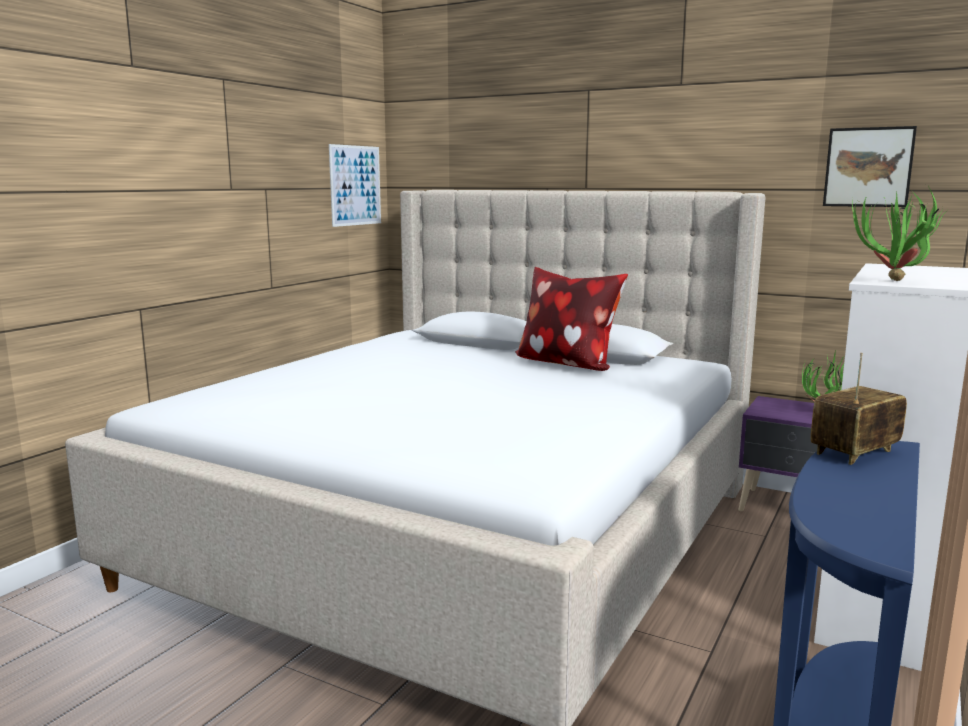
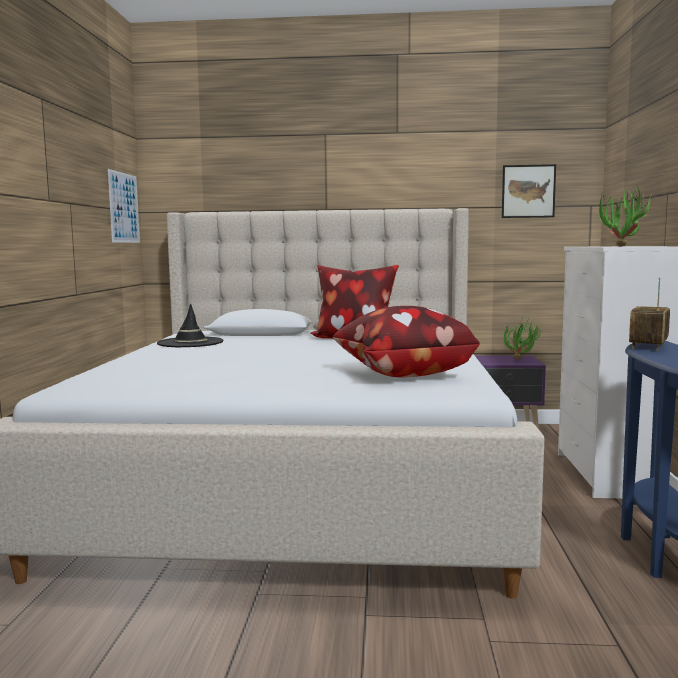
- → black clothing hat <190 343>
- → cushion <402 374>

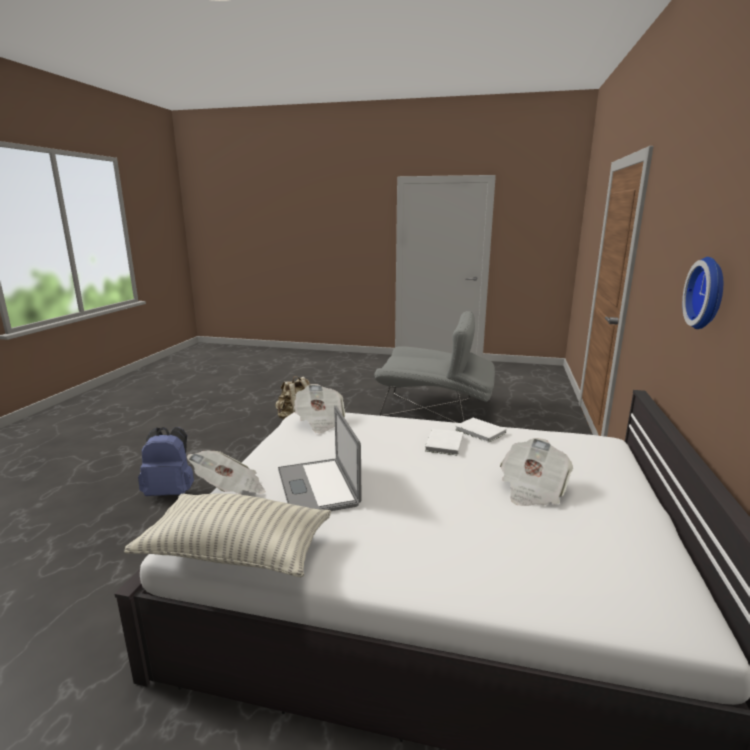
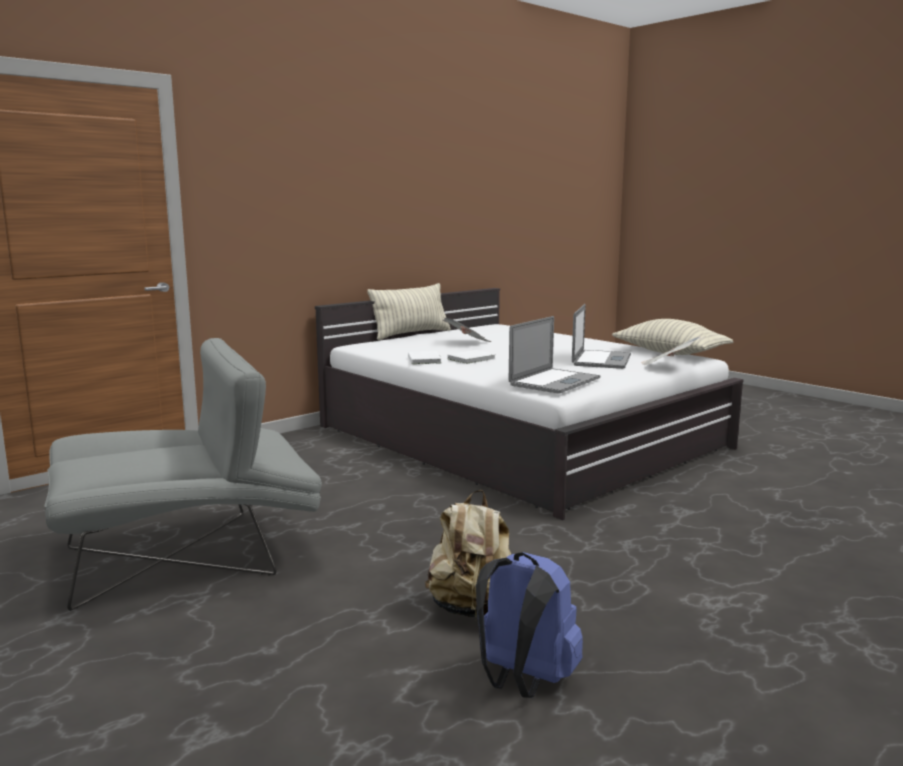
greyish easy chair <435 409> → greyish easy chair <189 555>, 105 degrees clockwise
- → cushion <411 334>
blue knapsack <171 492> → blue knapsack <523 681>, moved
newspaper <320 421> → laptop <554 381>
wall clock <709 293> → -

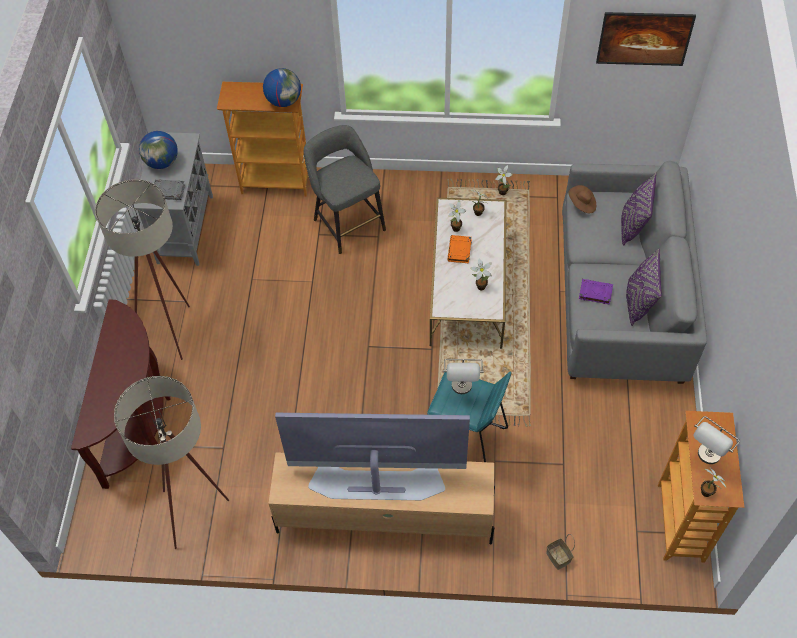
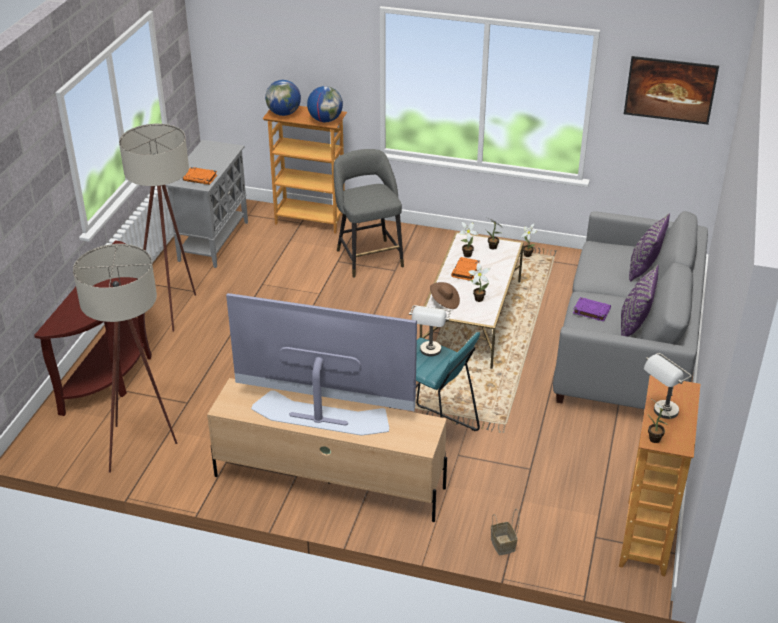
greyish volume <169 191> → orange volume <200 178>
desk globe <162 162> → desk globe <284 113>, moved
brown clothing hat <582 204> → brown clothing hat <444 302>, moved

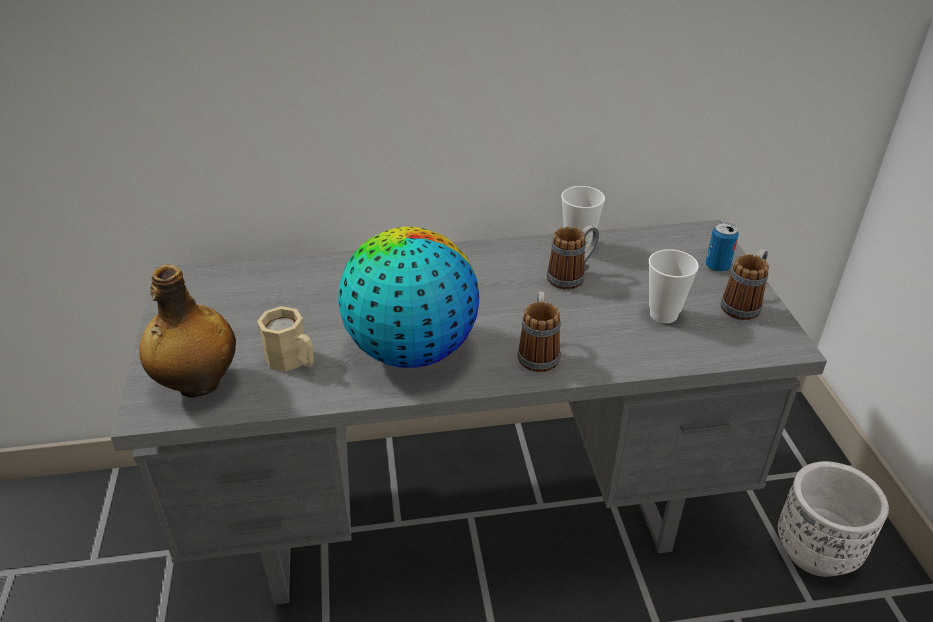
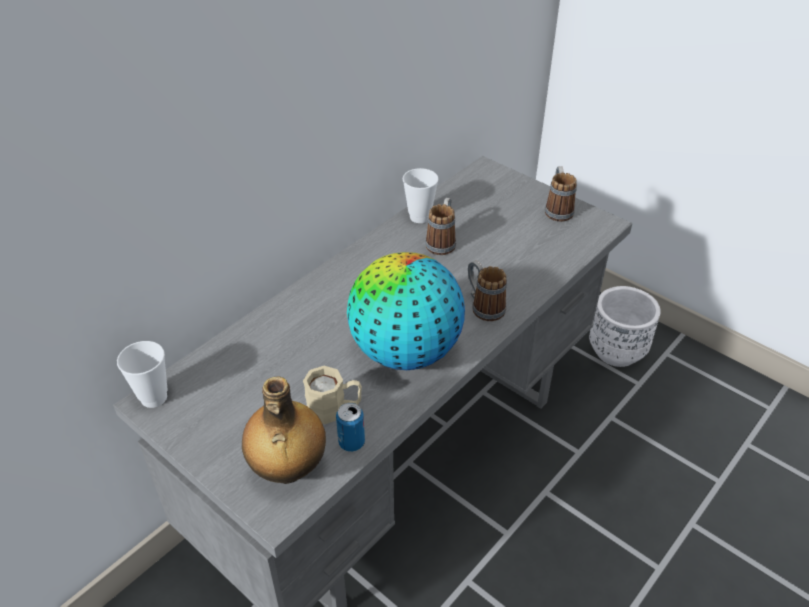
cup <663 314> → cup <154 397>, moved
metal can <717 267> → metal can <351 442>, moved

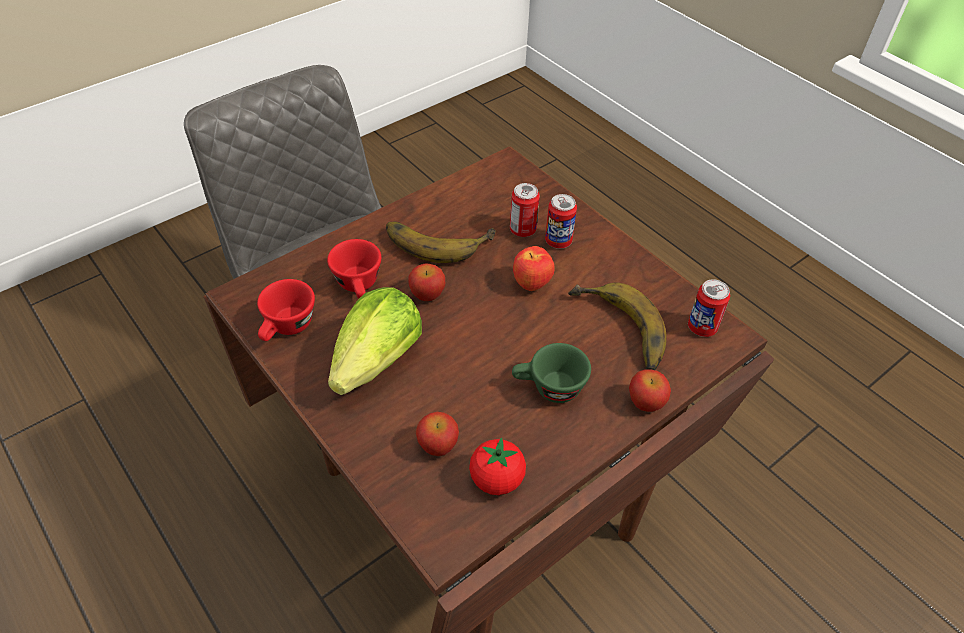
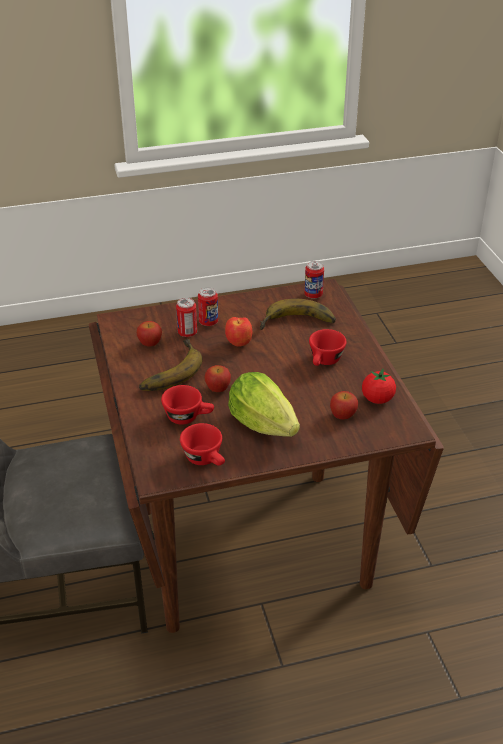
apple fruit <645 402> → apple fruit <150 343>, moved
green-coloured cup <548 388> → red cup <324 362>

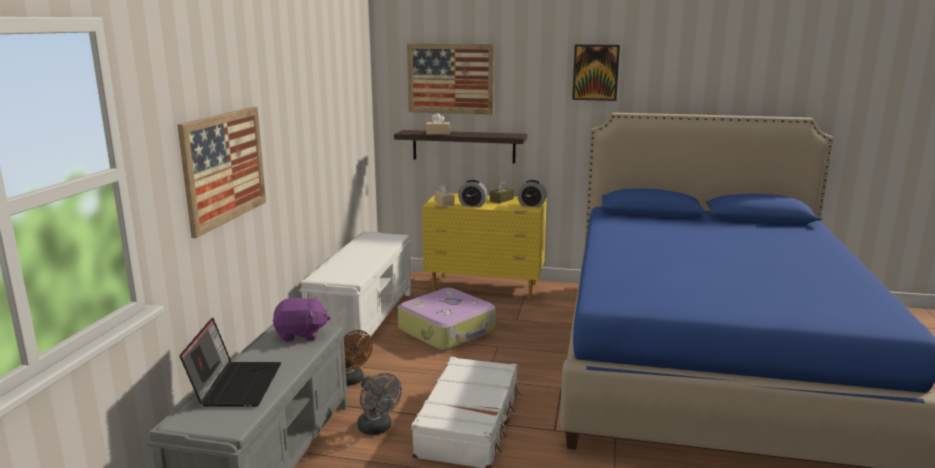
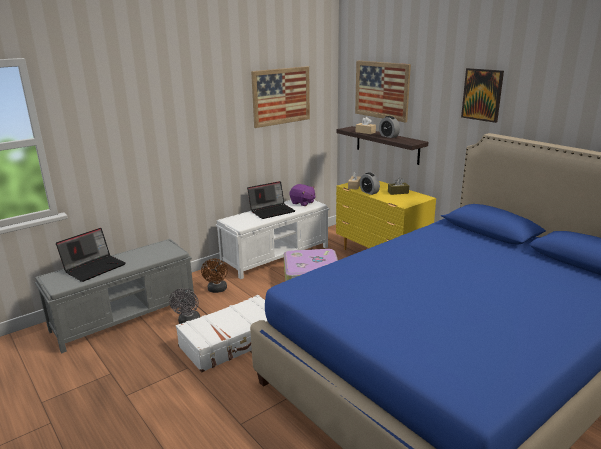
- → laptop <272 211>
wall art <224 167> → wall art <281 96>, moved
purple-coloured plush toy <301 334> → purple-coloured plush toy <302 203>, moved
alarm clock <531 205> → alarm clock <388 136>, moved

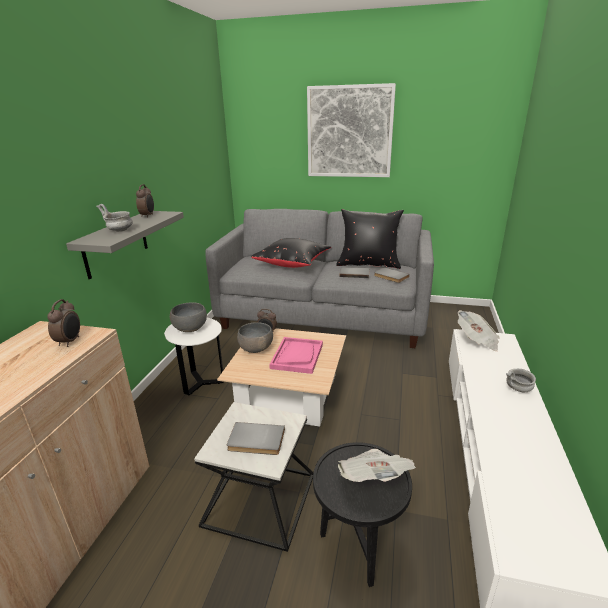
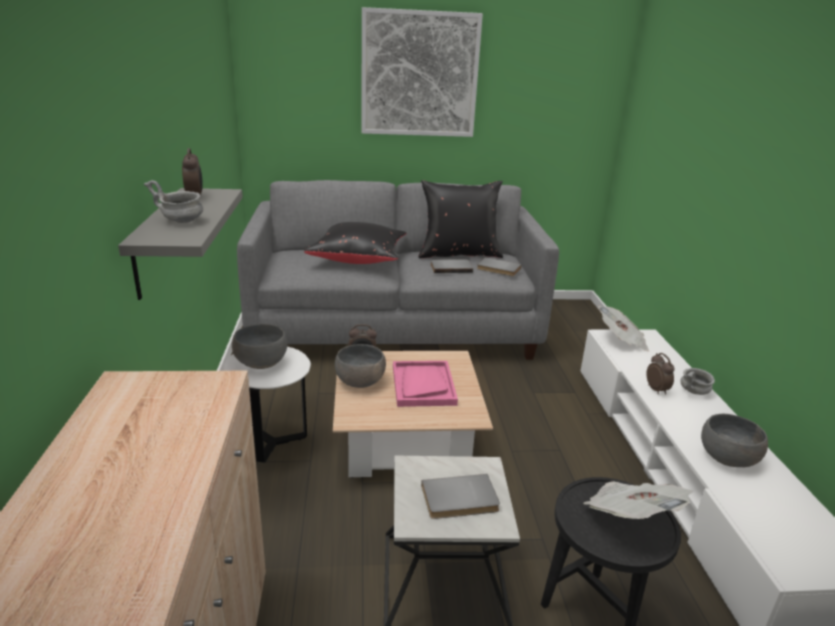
alarm clock <70 341> → alarm clock <657 390>, moved
- → greyish deep dish <728 458>

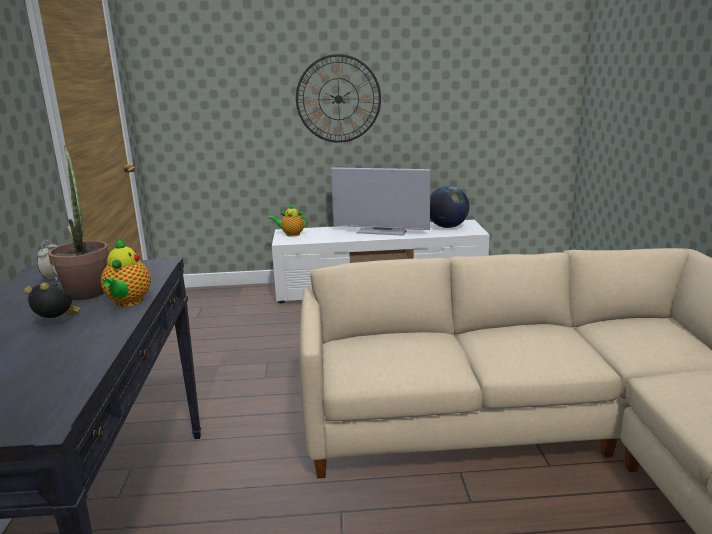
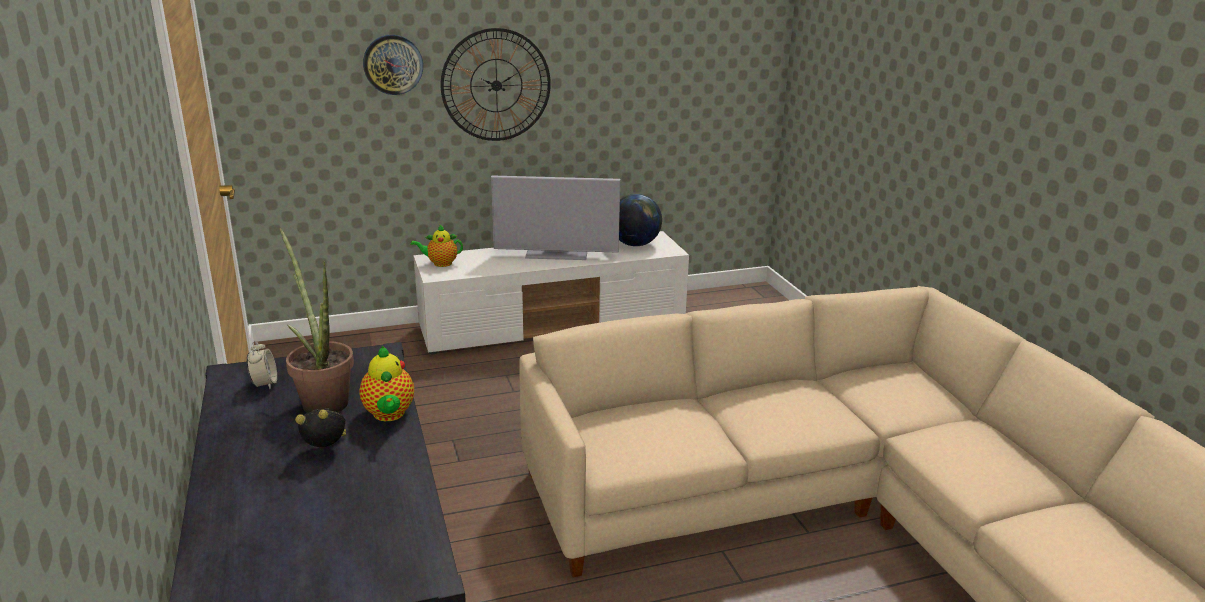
- → wall clock <393 64>

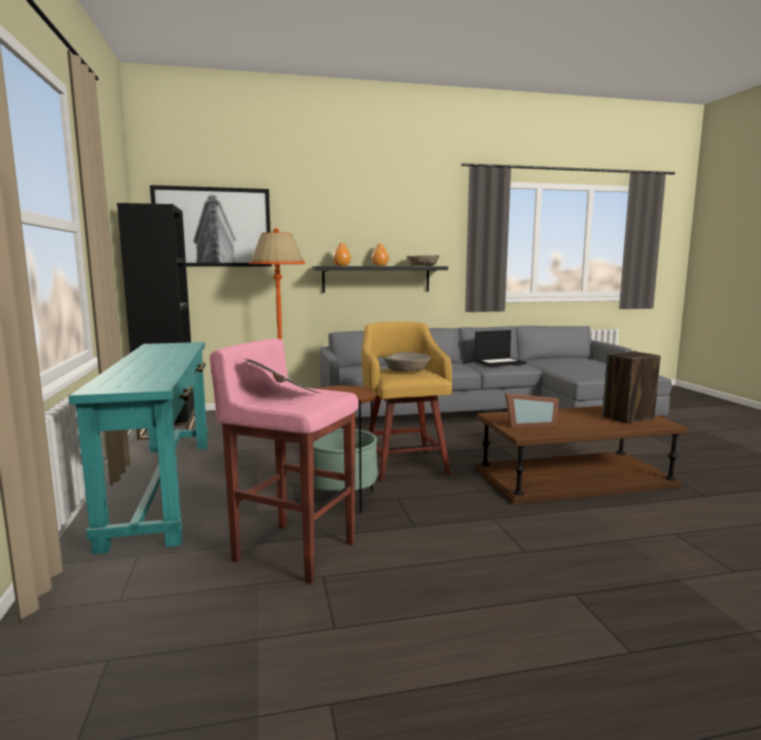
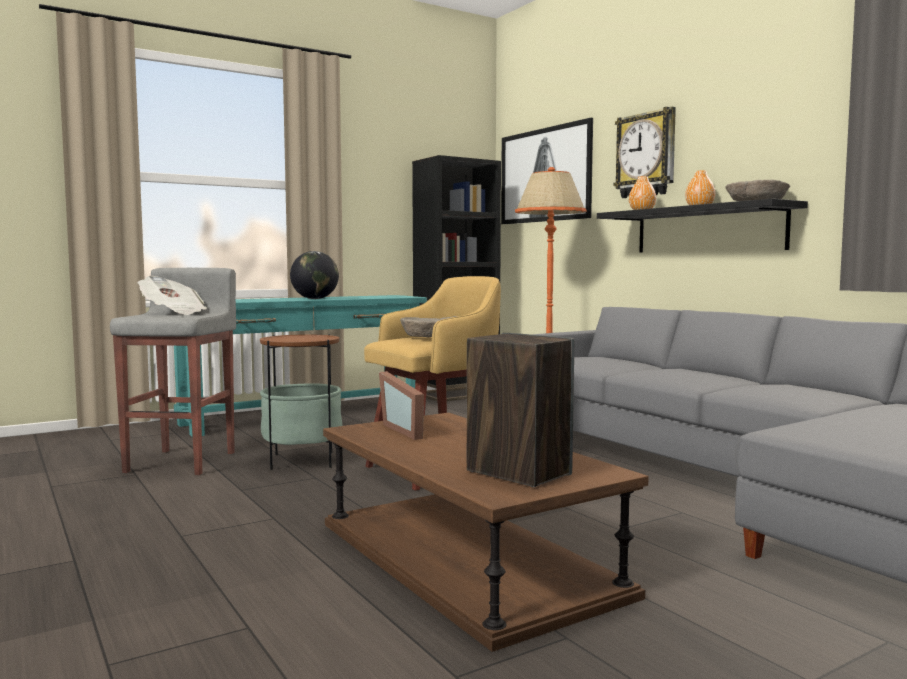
pink sitting stool <294 550> → greyish sitting stool <183 461>
- → desk globe <315 299>
- → wall clock <646 155>
laptop <500 362> → -

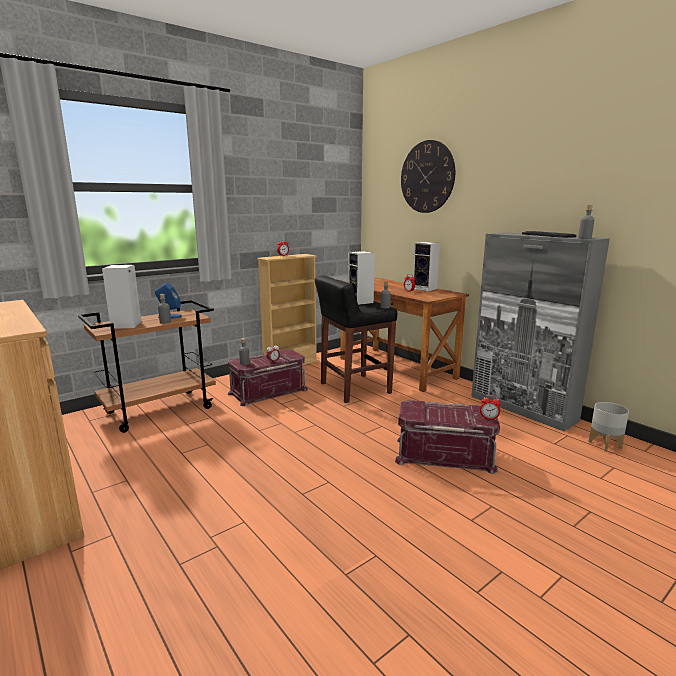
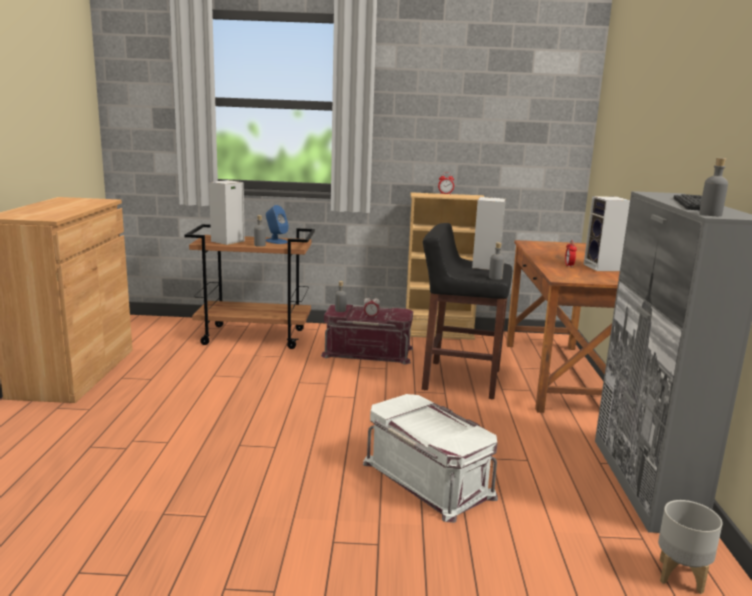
red storage container <444 454> → whitish storage container <429 478>
wall clock <427 177> → -
alarm clock <489 418> → -

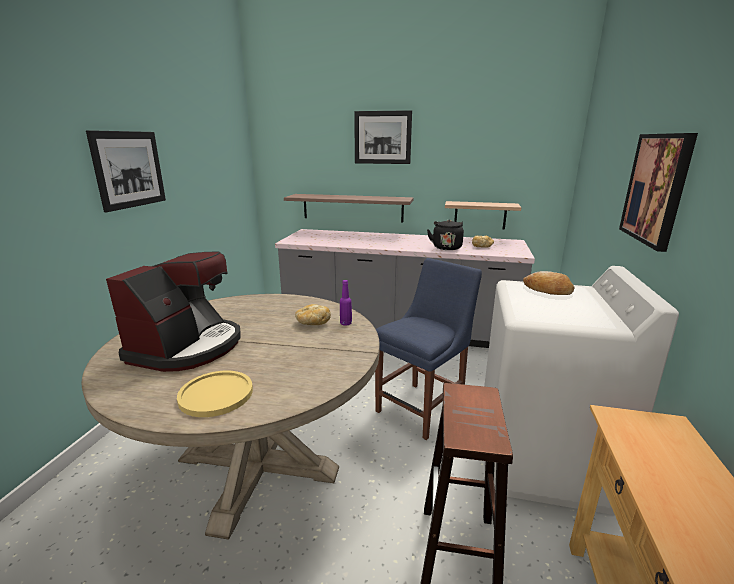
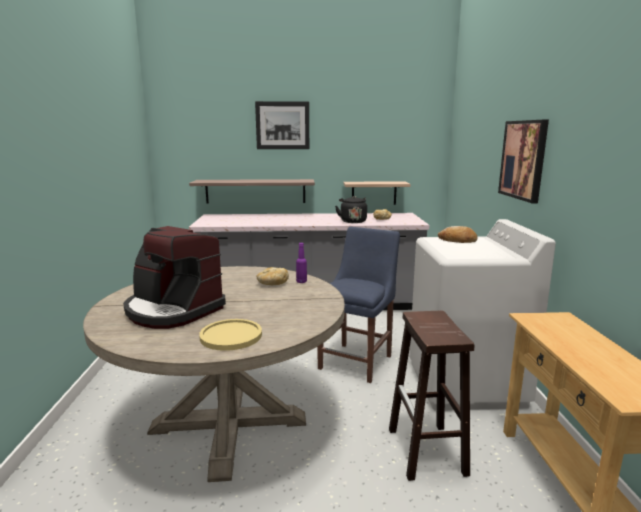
coffee maker <188 347> → coffee maker <173 310>, 120 degrees clockwise
wall art <129 169> → -

